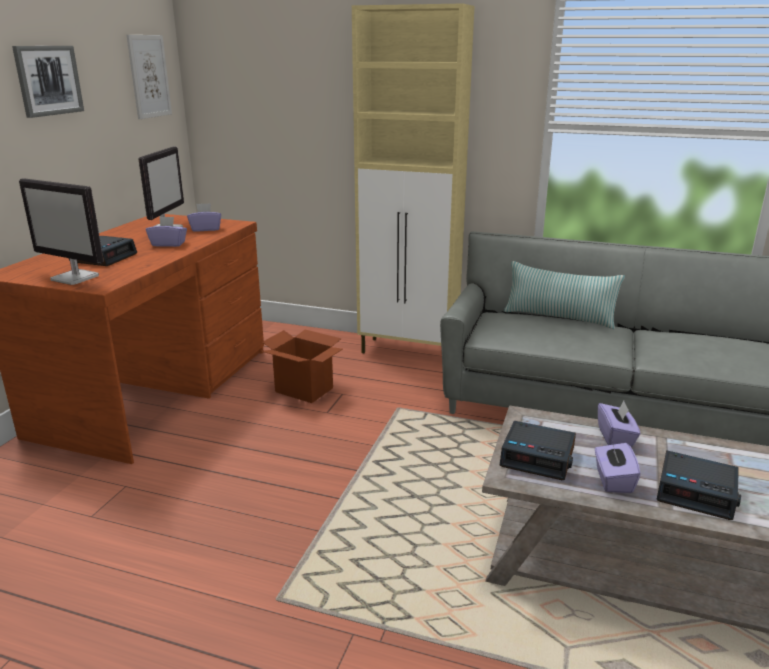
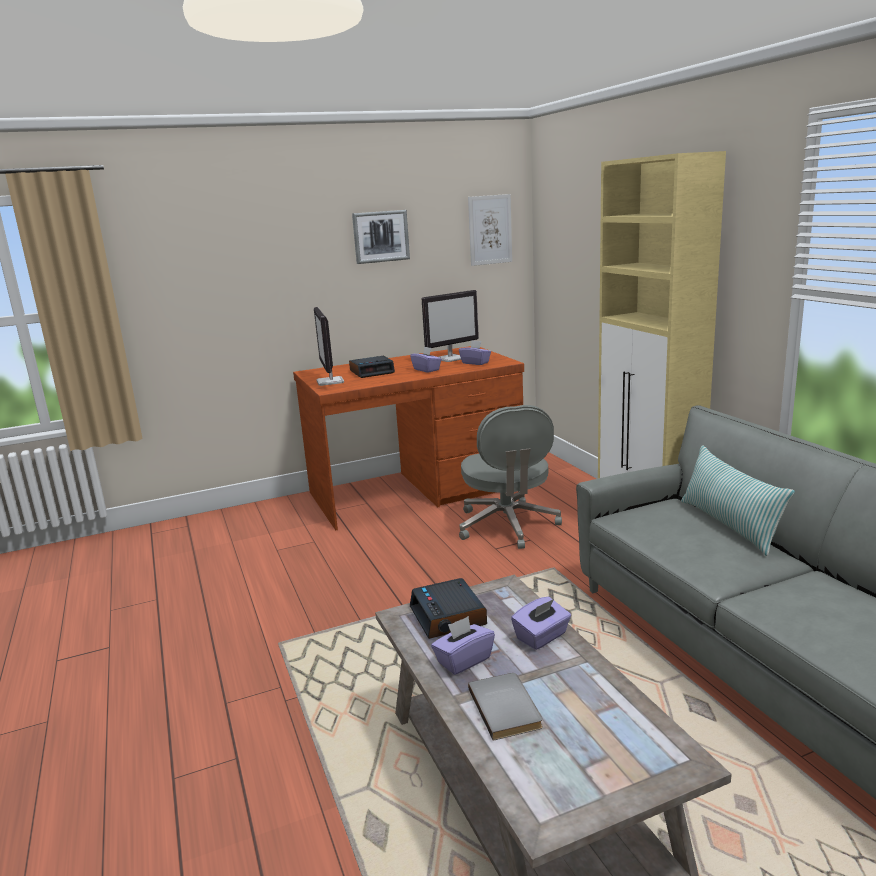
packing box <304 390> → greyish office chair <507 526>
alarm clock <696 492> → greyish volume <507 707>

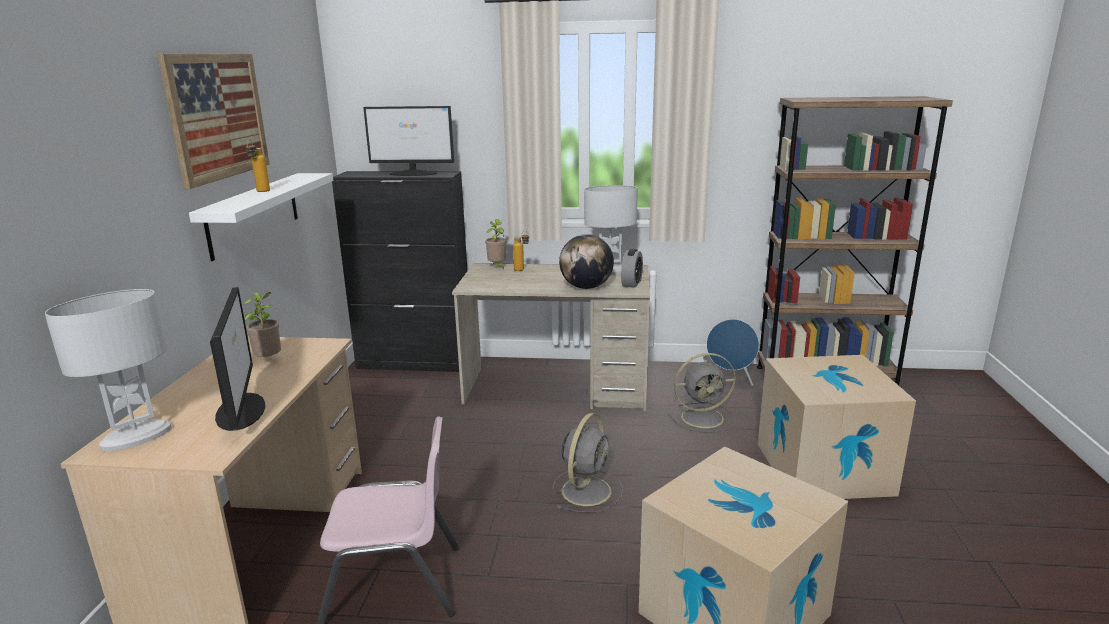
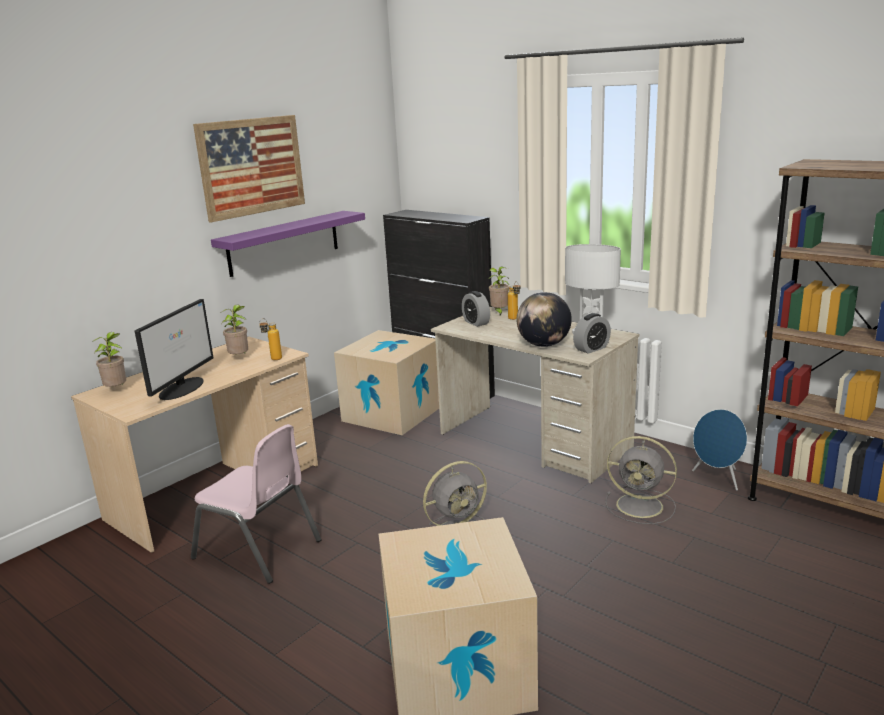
whitish lamp for a table <137 437> → plant in a pot <117 390>
whitish wall shelf <254 214> → purple-coloured wall shelf <284 243>
drink bottle <261 192> → drink bottle <273 360>, moved
packing box <823 468> → packing box <392 413>, moved
- → alarm clock <476 322>
computer screen <414 173> → -

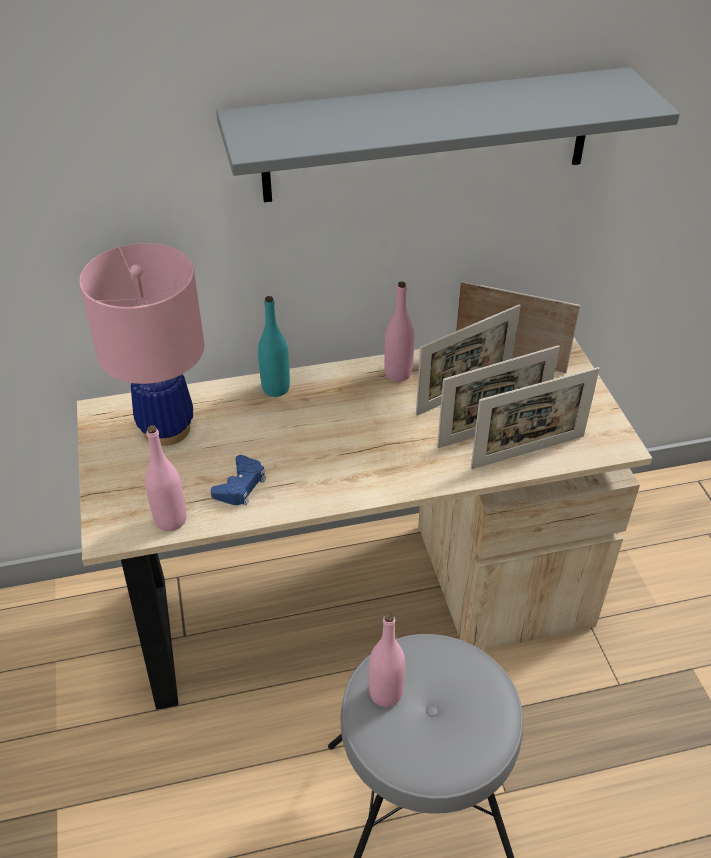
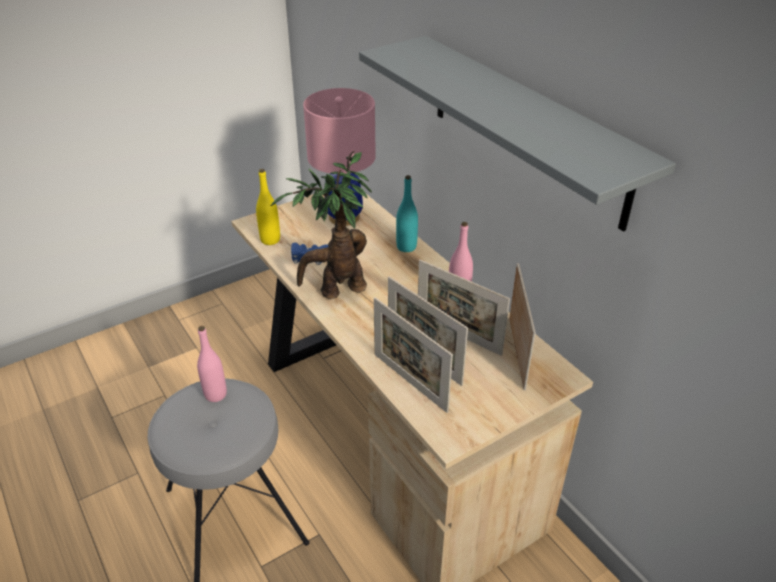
pink drink bottle <170 520> → yellow-coloured drink bottle <270 240>
- → plant in a pot <336 289>

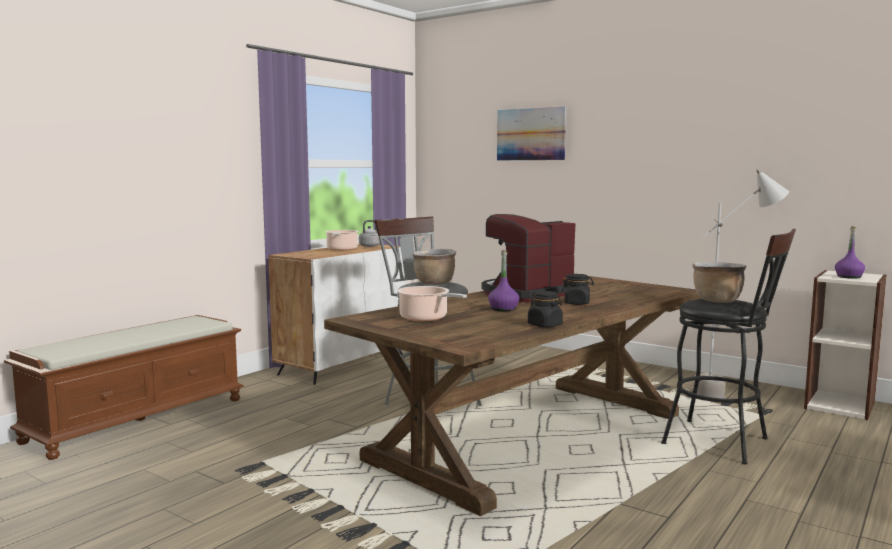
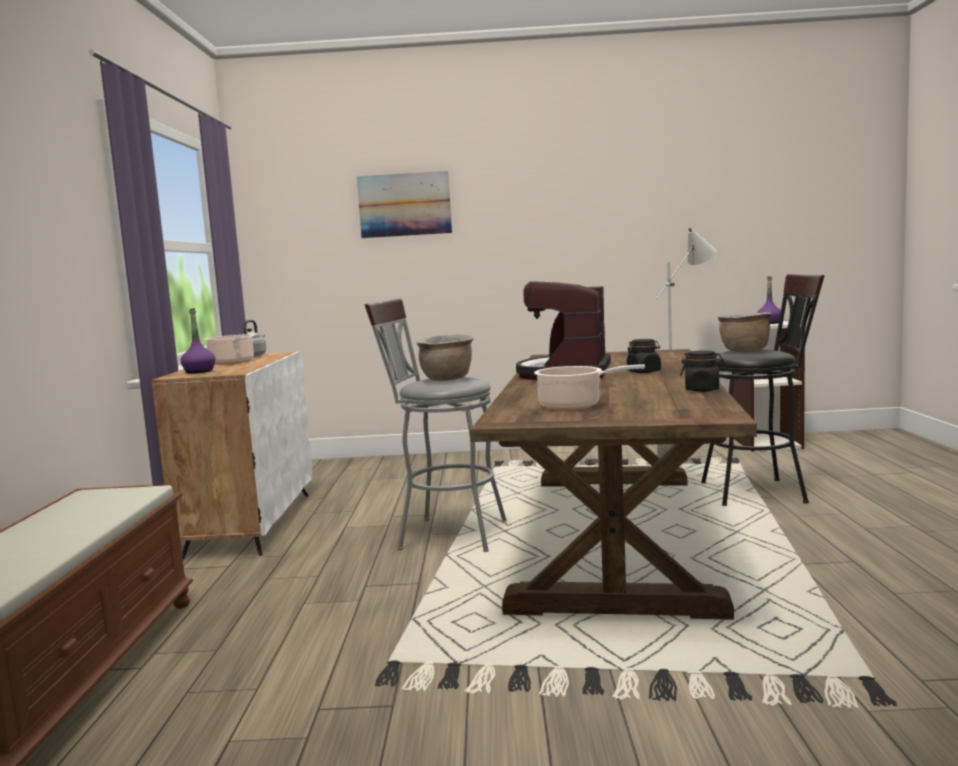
purple-coloured drink bottle <503 309> → purple-coloured drink bottle <199 371>, moved

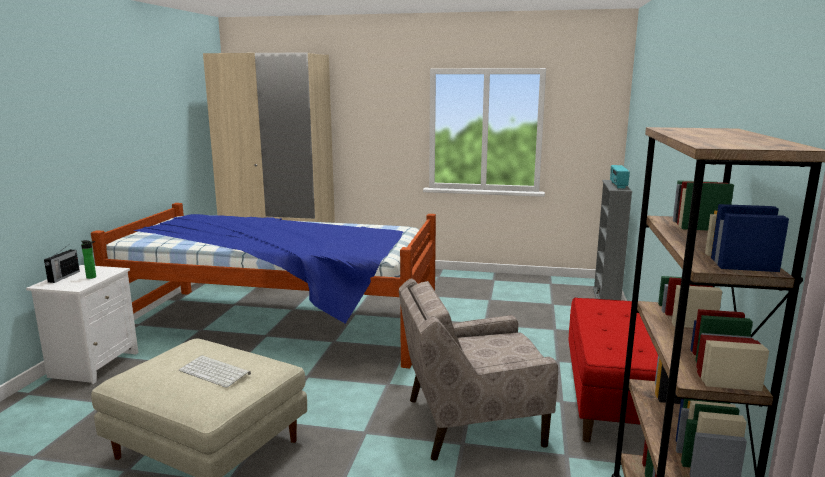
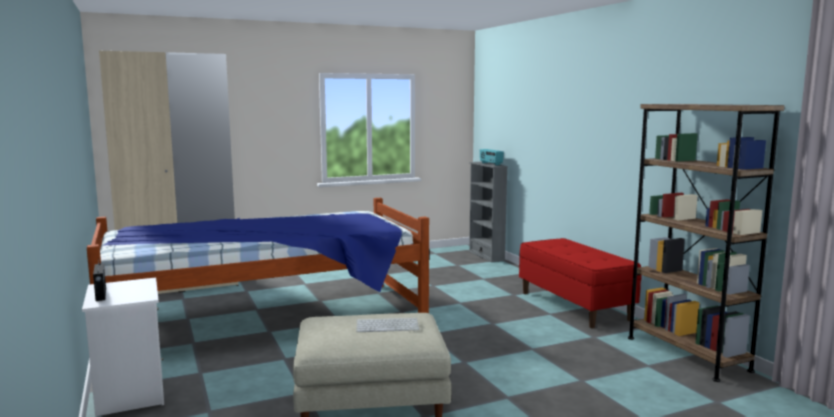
drink bottle <92 277> → -
sand-coloured easy chair <471 422> → -

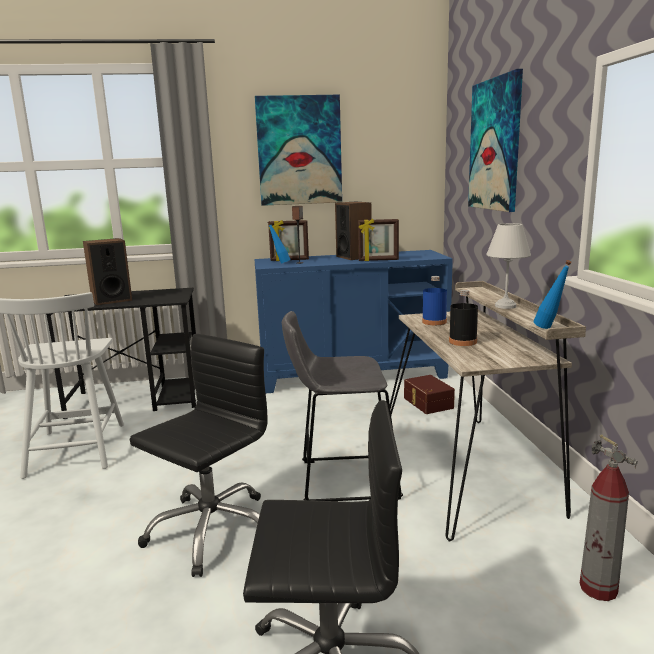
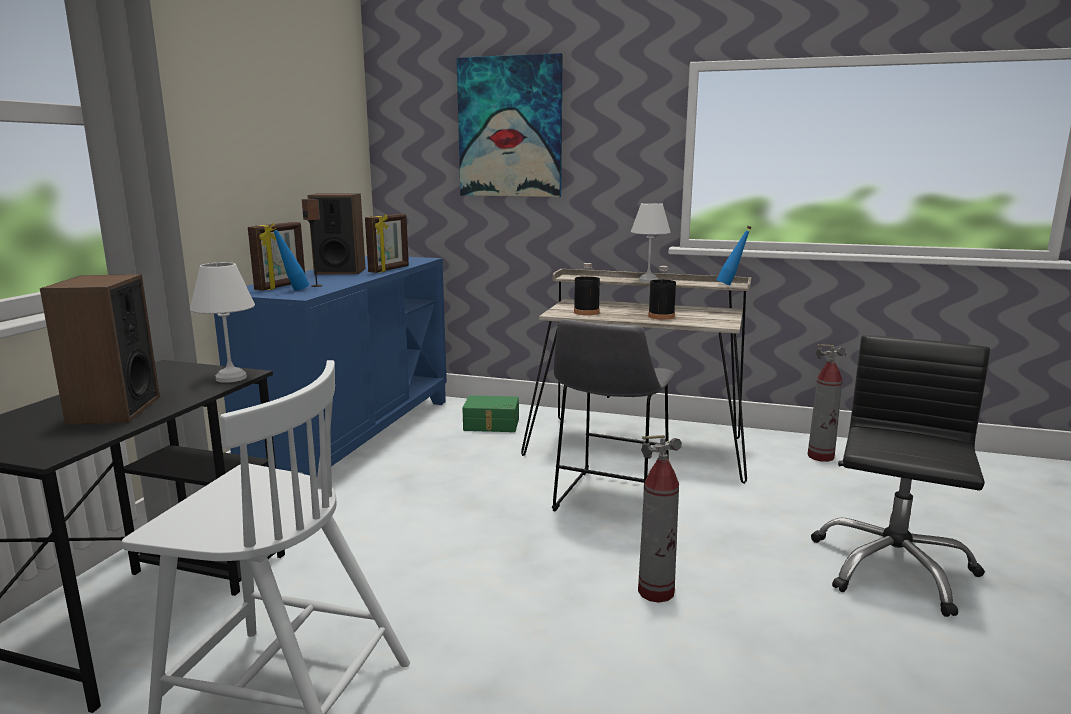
- → whitish lamp for a table <231 377>
brown storage container <427 403> → green-coloured storage container <491 425>
blue drink bottle <434 322> → black drink bottle <586 312>
black office chair <211 529> → fire-fighting cylinder <656 591>
wall art <299 151> → -

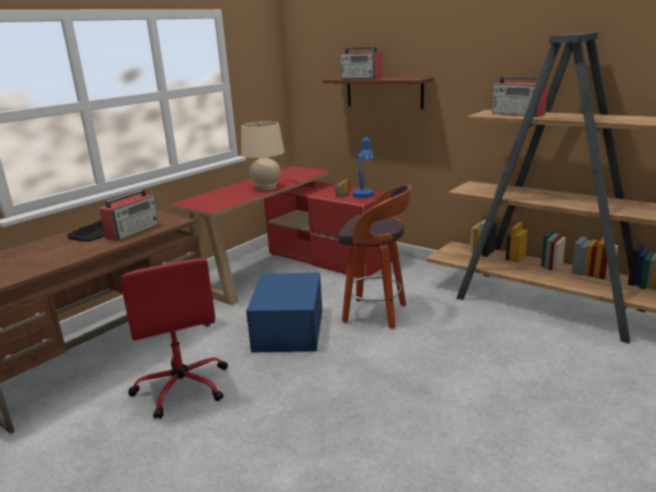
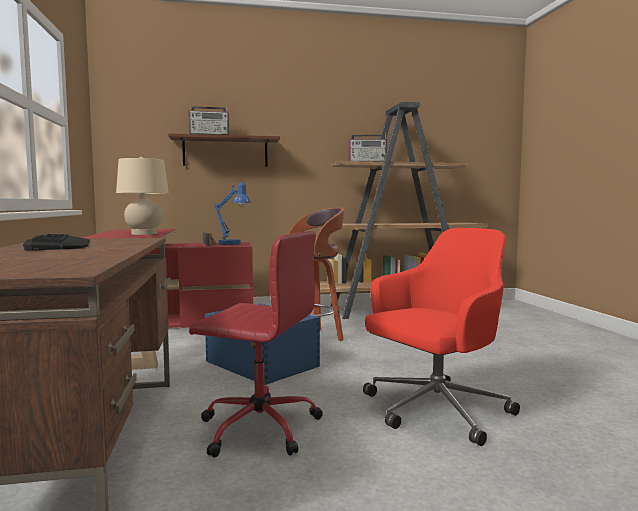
- → red office chair <434 411>
radio receiver <133 231> → -

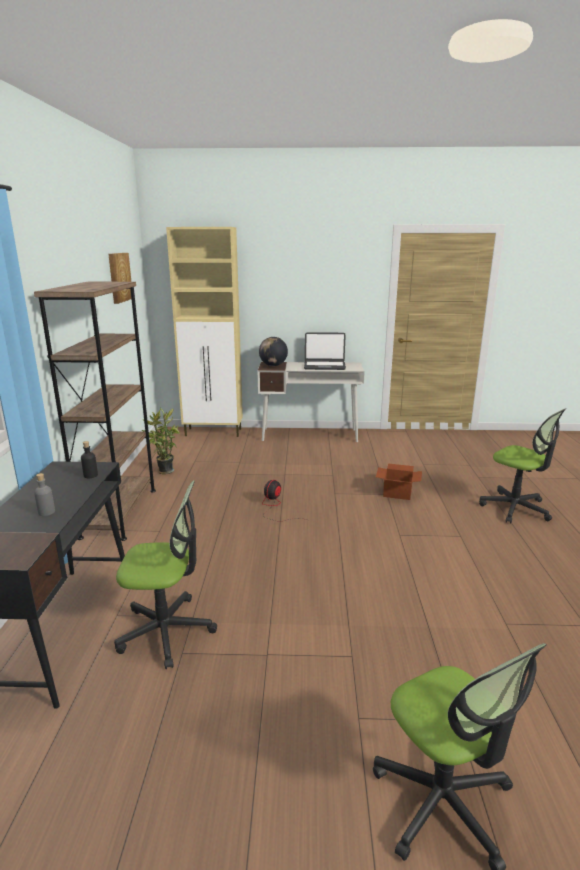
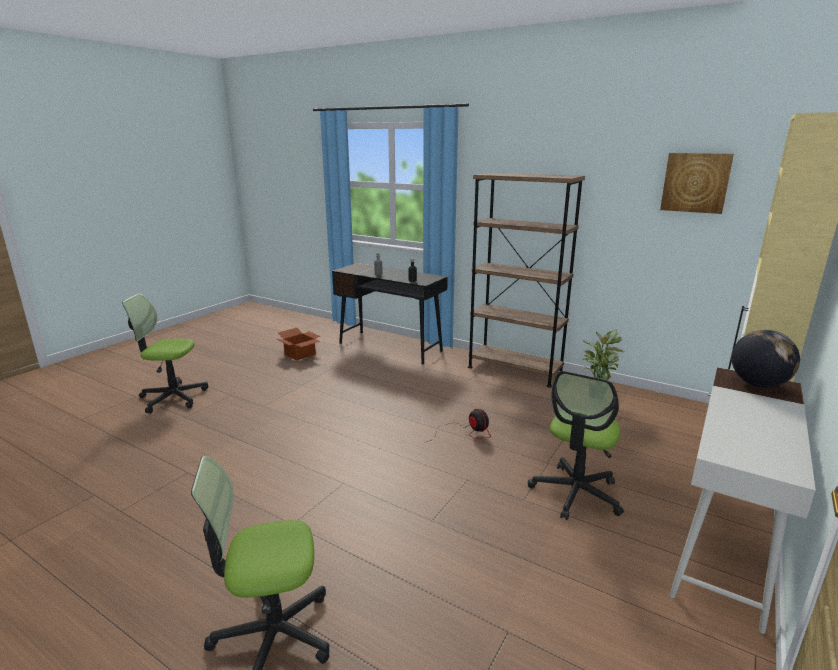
packing box <398 492> → packing box <300 354>, moved
office chair <166 631> → office chair <576 493>, moved
laptop <324 366> → -

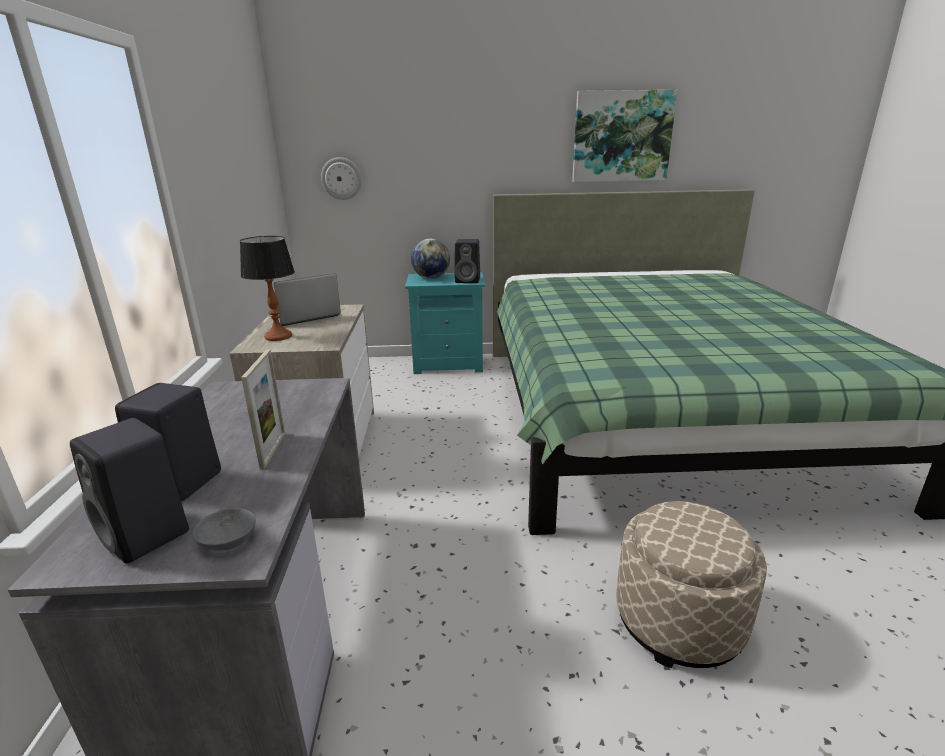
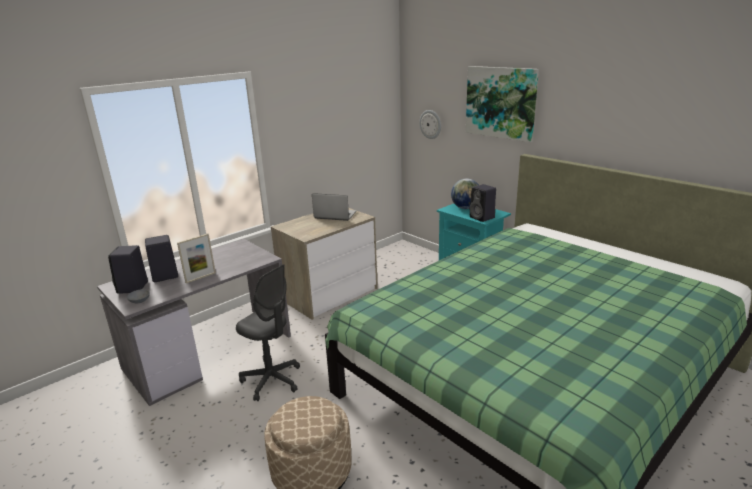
- → greyish office chair <272 380>
wall art <622 137> → wall art <500 102>, moved
lamp for a table <278 336> → -

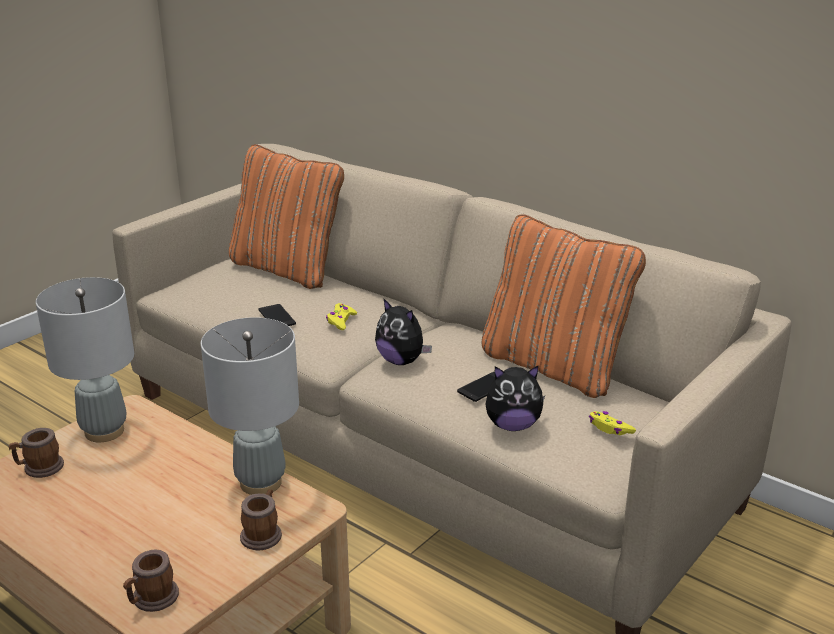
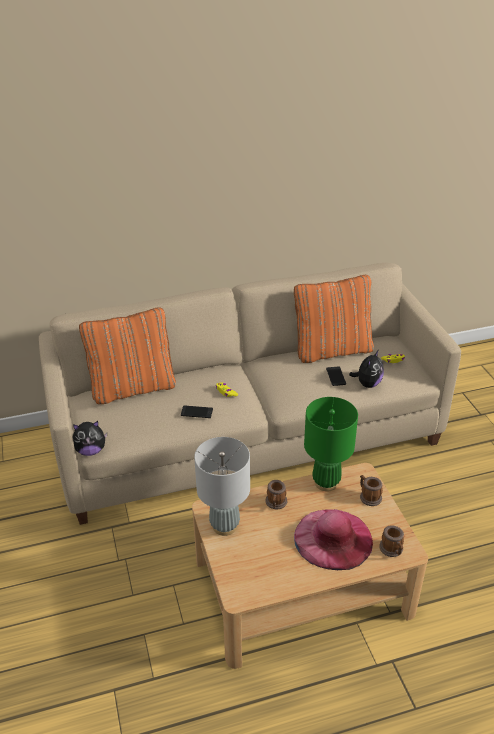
plush toy <401 361> → plush toy <91 451>, moved
tea mug <39 468> → tea mug <276 503>, moved
- → pink clothing hat <333 538>
greyish lamp for a table <261 482> → green-coloured lamp for a table <326 482>

